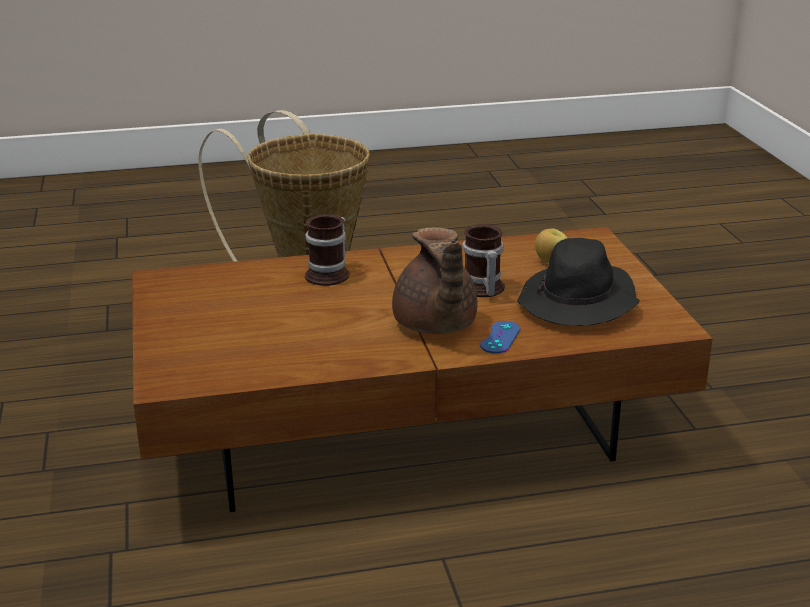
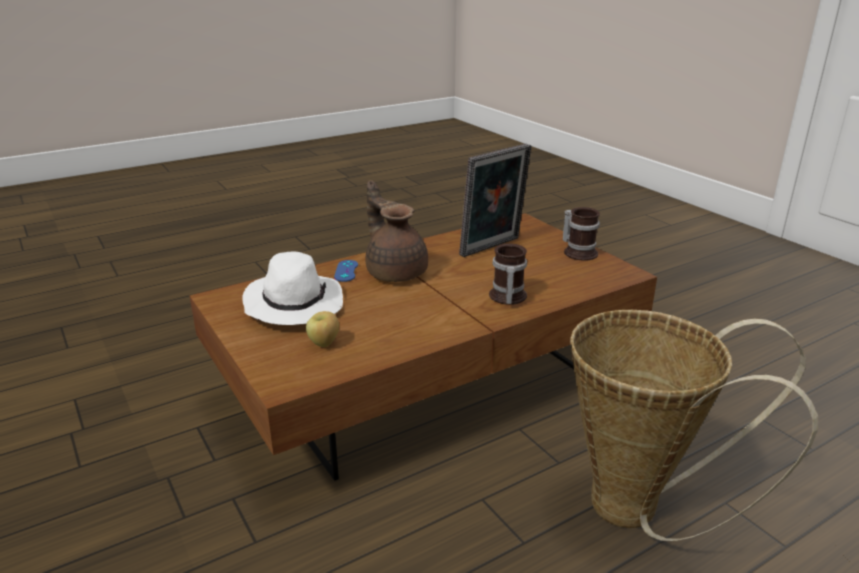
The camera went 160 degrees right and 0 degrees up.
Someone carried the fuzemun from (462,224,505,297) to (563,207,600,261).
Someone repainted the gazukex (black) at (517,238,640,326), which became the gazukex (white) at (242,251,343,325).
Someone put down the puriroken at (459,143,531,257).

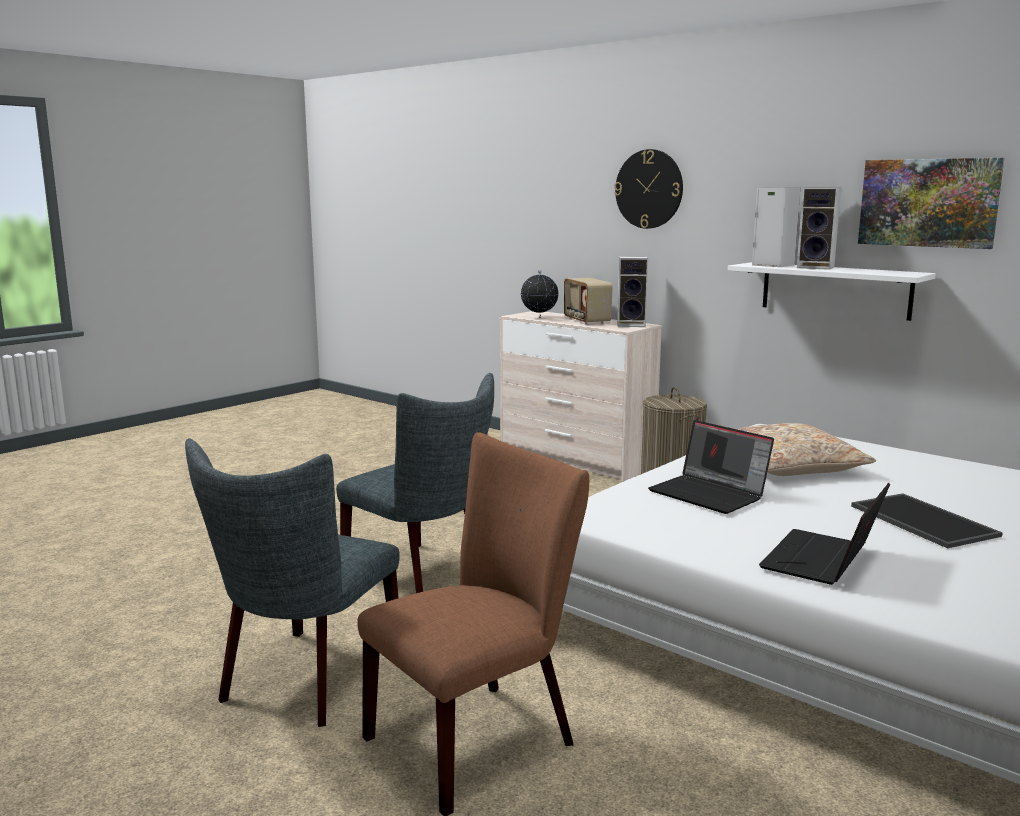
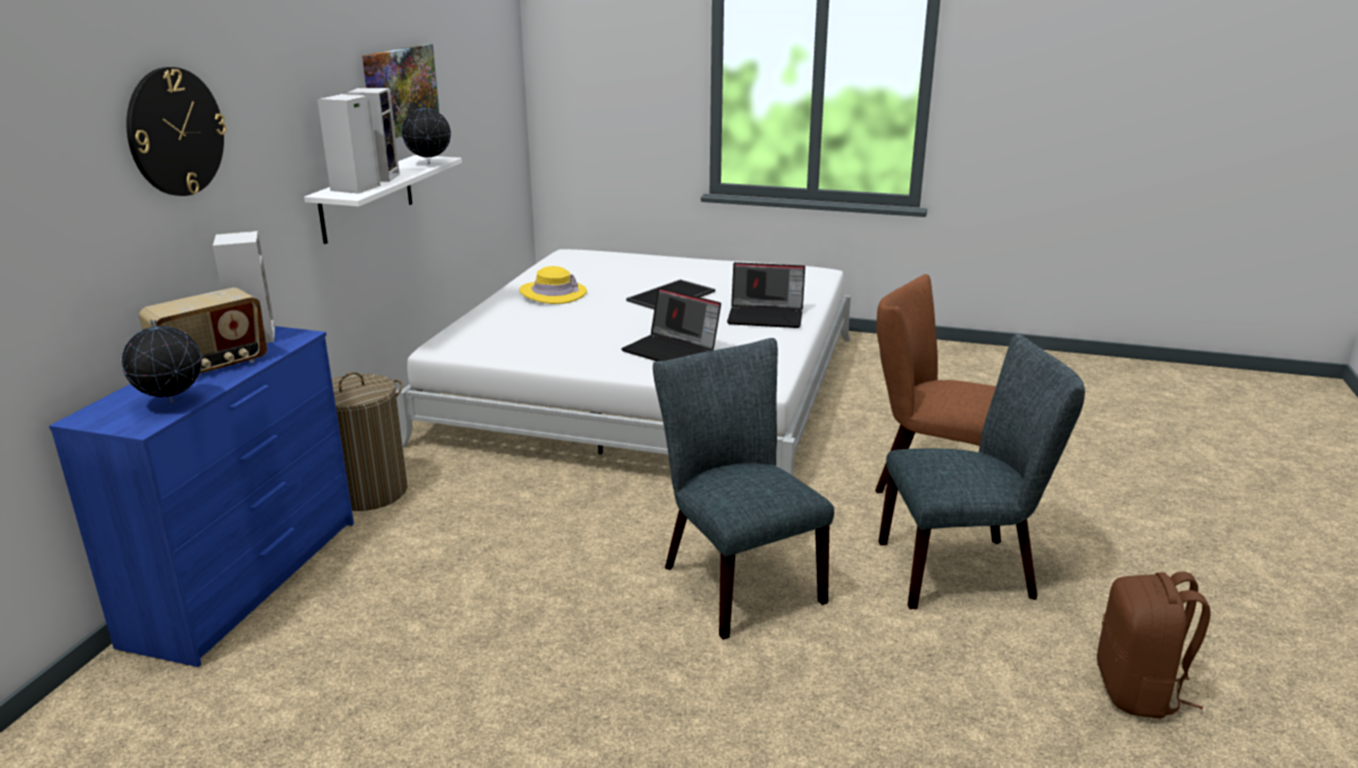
The camera went 115 degrees left and 10 degrees up.
Someone rotated the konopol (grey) at (336,373,494,593) by 45 degrees counterclockwise.
Someone repainted the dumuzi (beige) at (499,311,662,482), which became the dumuzi (blue) at (49,326,354,667).
Someone rotated the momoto at (648,420,774,514) by 105 degrees clockwise.
Someone took away the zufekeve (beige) at (737,423,876,476).
Someone put down the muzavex at (402,102,451,164).
Someone put down the gazukex (yellow) at (520,266,587,304).
Someone put down the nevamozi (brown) at (1097,571,1210,719).

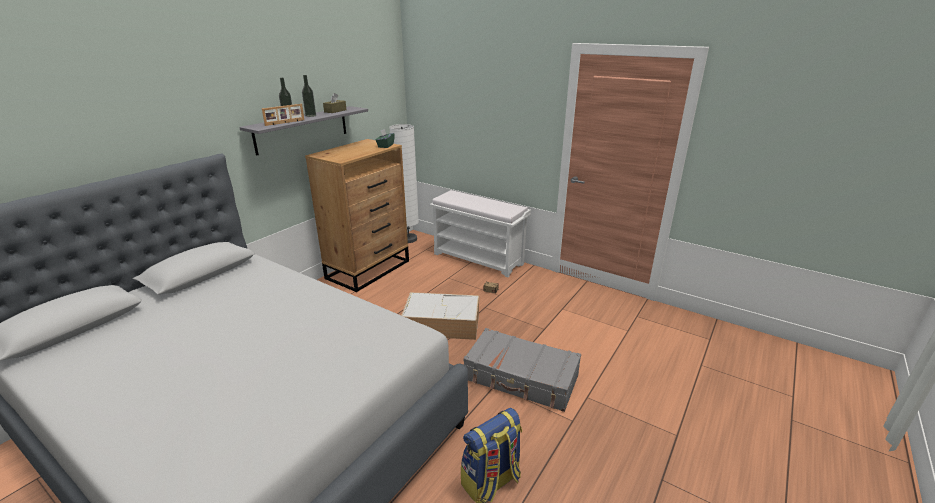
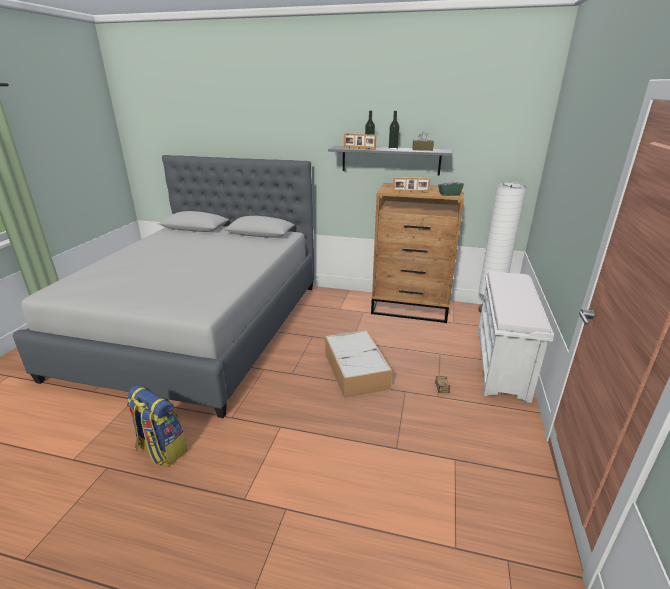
The camera went 70 degrees right and 0 degrees up.
Someone took away the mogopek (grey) at (463,328,581,412).
Someone put down the puriroken at (393,177,430,193).

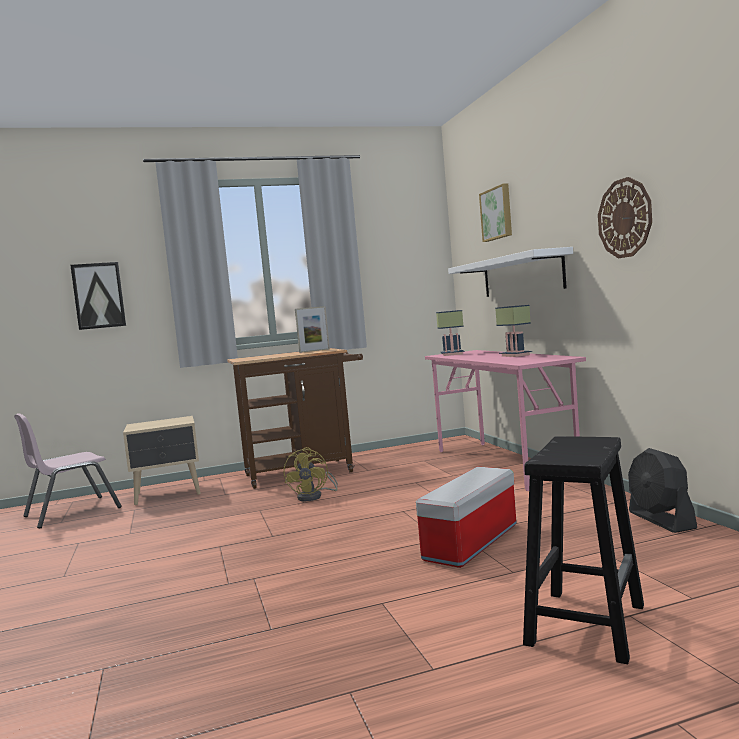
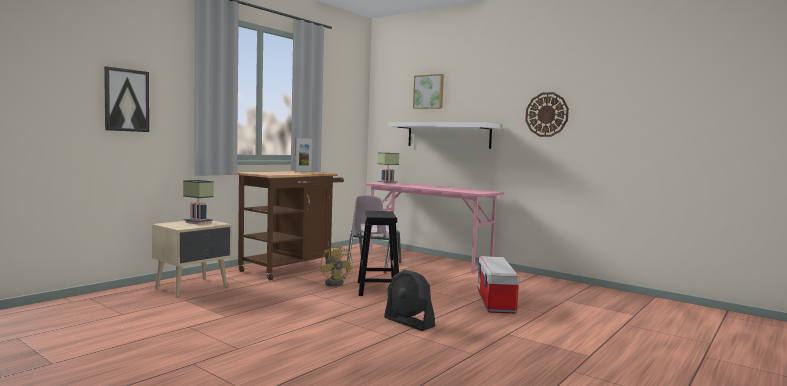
The camera went 35 degrees left and 0 degrees up.
Someone carried the konopol (pink) from (14,413,122,528) to (347,195,401,273).
Someone carried the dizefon from (495,305,532,357) to (183,180,214,225).
Someone carried the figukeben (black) from (523,436,644,664) to (358,211,399,296).
Someone carried the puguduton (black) from (628,448,697,533) to (384,269,435,331).

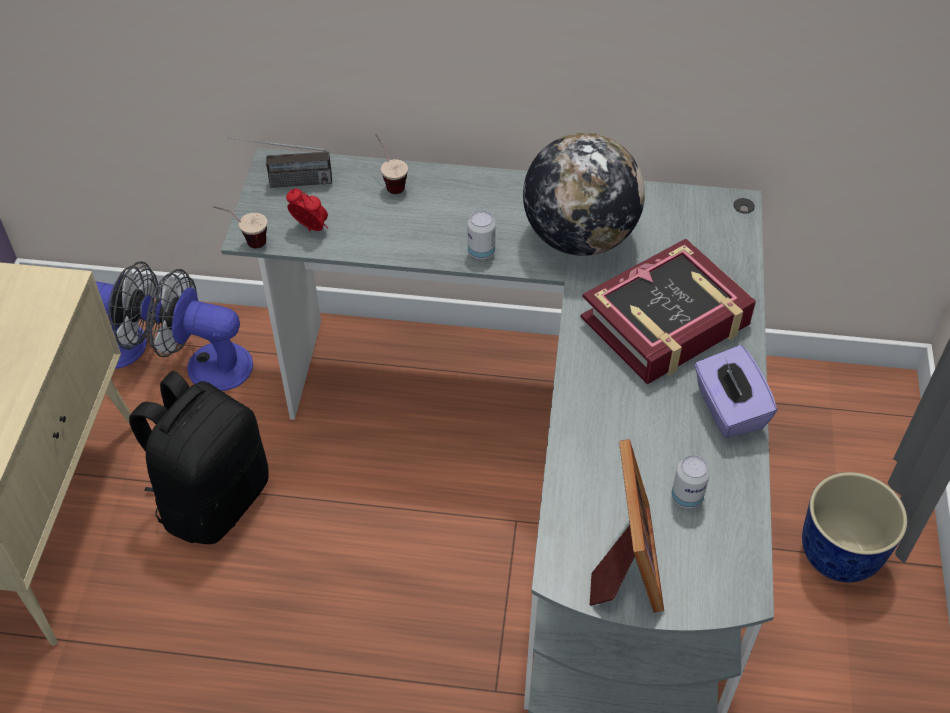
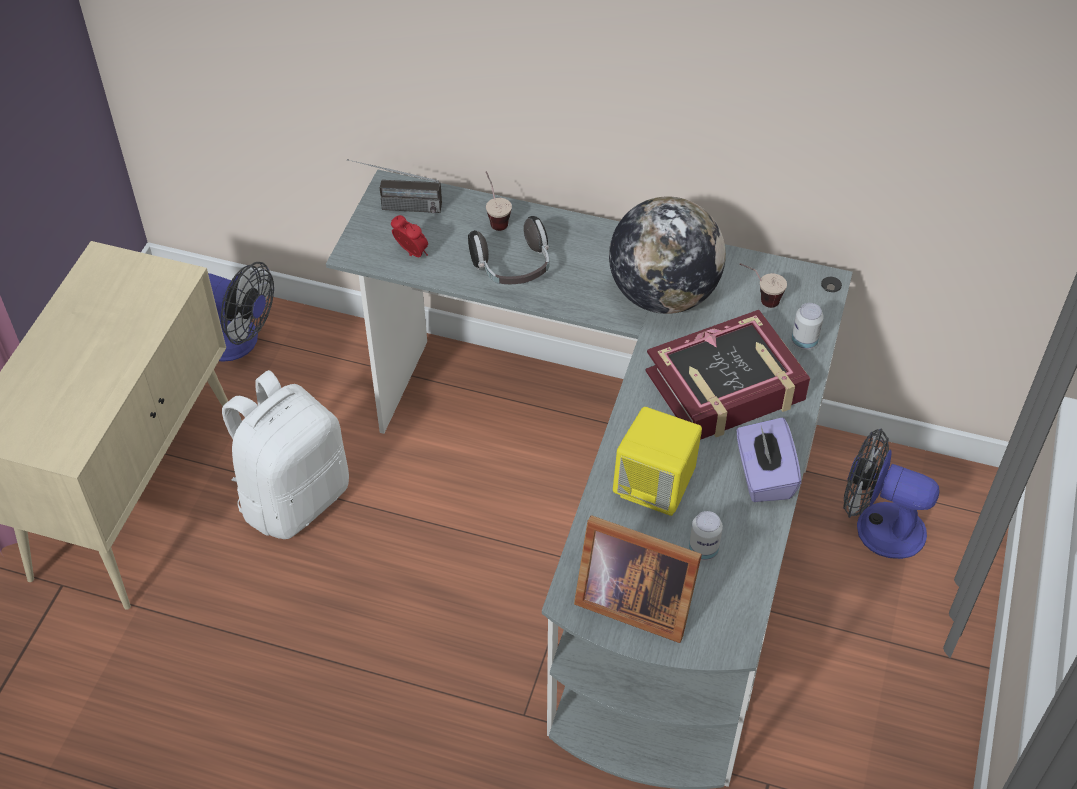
The camera went 10 degrees right and 0 degrees up.
Someone repainted the nevamozi (black) at (129,371,268,544), which became the nevamozi (white) at (222,370,349,539).
Someone carried the puguduton from (147,269,253,391) to (843,428,940,559).
Someone carried the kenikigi from (213,206,267,248) to (739,263,787,308).
Someone carried the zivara from (468,210,496,259) to (791,303,824,350).
Someone rotated the puriroken at (590,439,664,612) by 105 degrees clockwise.
Someone took away the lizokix at (802,472,907,582).
Someone put down the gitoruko at (468,216,549,284).
Someone put down the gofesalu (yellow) at (613,407,702,516).

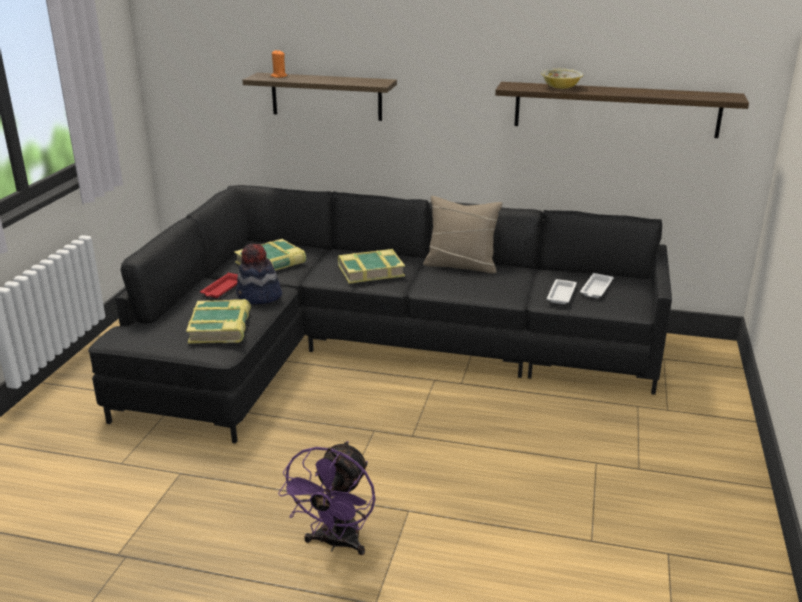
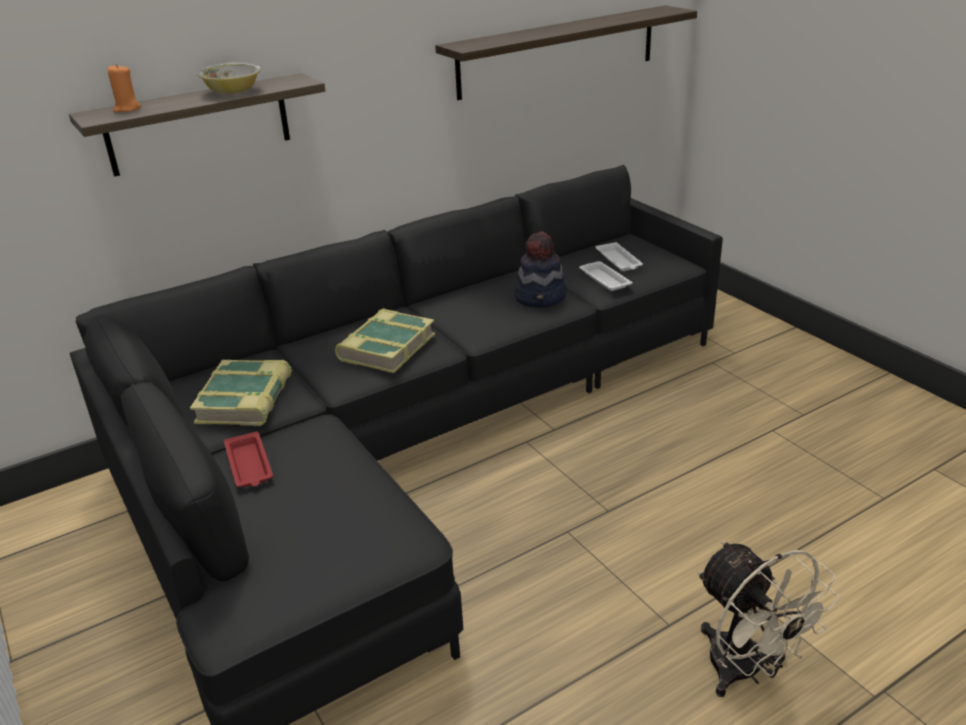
The camera went 45 degrees left and 5 degrees up.
Someone took away the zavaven at (186,299,251,344).
Someone carried the gazukex from (236,244,282,304) to (515,231,567,307).
Someone repainted the puguduton (purple) at (278,441,376,555), which became the puguduton (beige) at (698,541,840,697).
Someone took away the zufekeve (beige) at (423,196,502,273).
Someone carried the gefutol from (541,69,583,89) to (197,62,261,94).

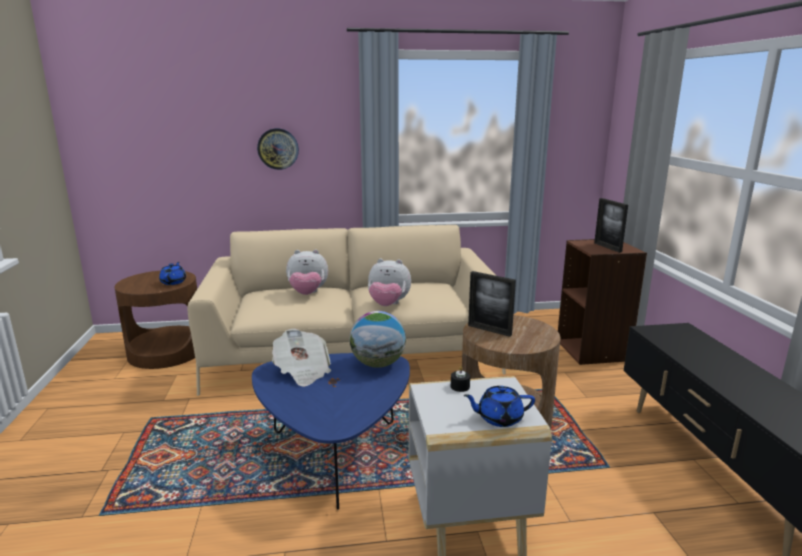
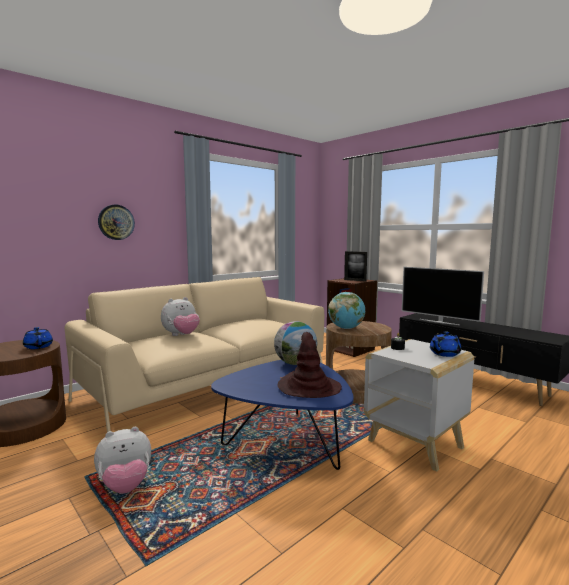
The camera went 35 degrees left and 10 degrees down.
Someone took away the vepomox at (272,329,331,387).
Someone carried the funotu from (368,259,411,306) to (94,427,151,494).
Someone swapped the puriroken at (468,271,516,337) for the muzavex at (328,292,365,329).
Someone put down the gazukex (brown) at (277,332,342,398).
Someone put down the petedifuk at (402,267,484,325).

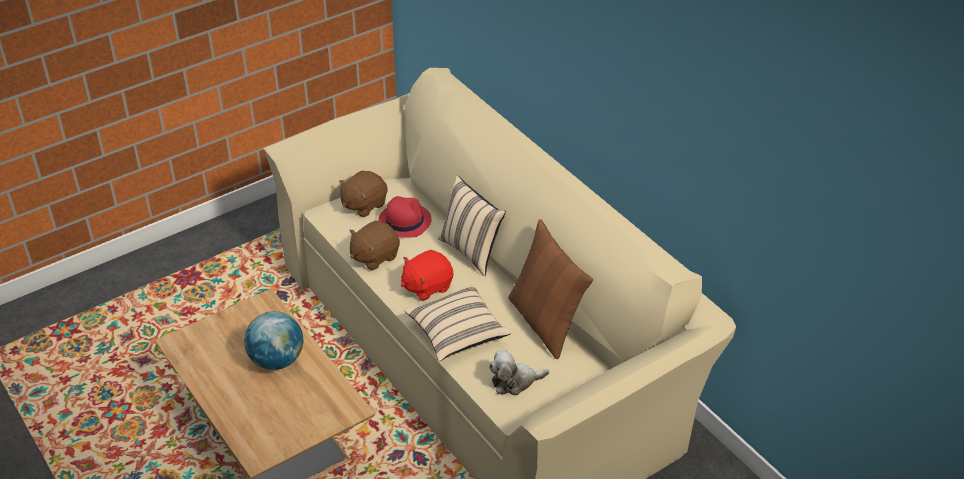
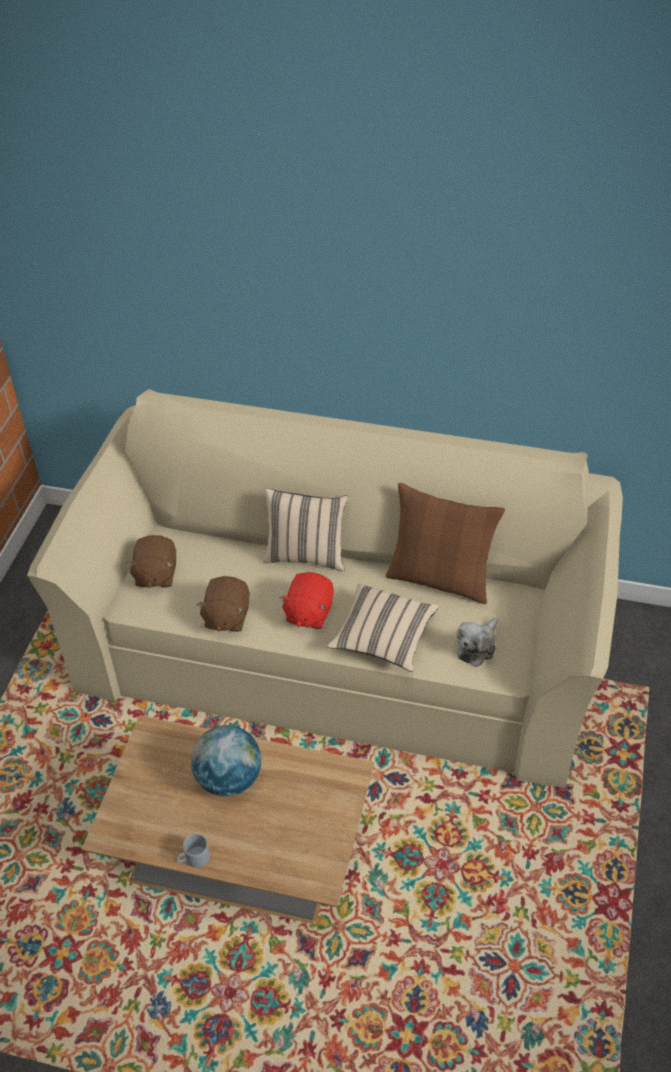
The camera went 40 degrees left and 5 degrees up.
Someone took away the gazukex (red) at (378,196,432,238).
Someone put down the fuzemun (grey) at (176,834,210,868).

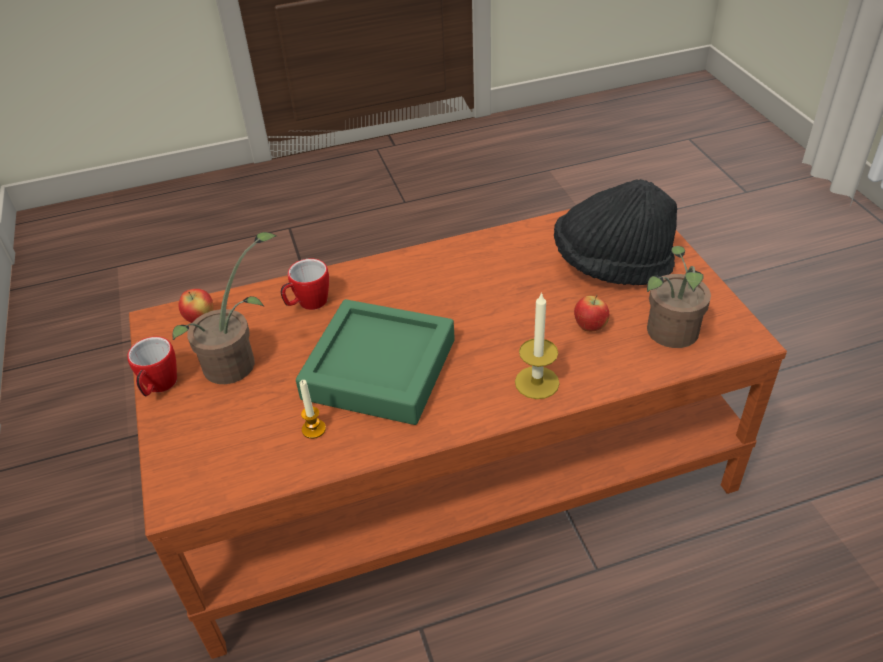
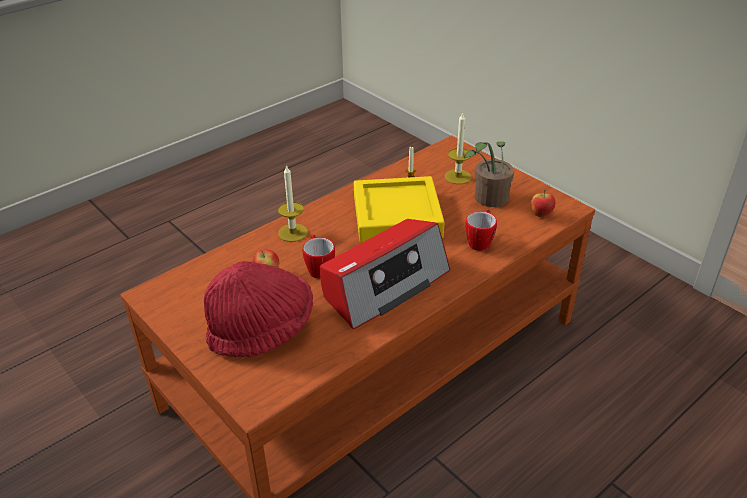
The camera went 155 degrees right and 5 degrees down.
Someone carried the fuzemun from (127,336,177,396) to (302,235,335,279).
Someone repainted the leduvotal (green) at (296,299,455,425), which became the leduvotal (yellow) at (354,176,445,243).
Someone repainted the gazukex (black) at (554,179,677,285), which became the gazukex (red) at (204,261,313,357).
Someone took away the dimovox at (647,246,711,348).
Someone put down the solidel at (320,219,450,330).
Someone put down the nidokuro at (445,112,472,184).

